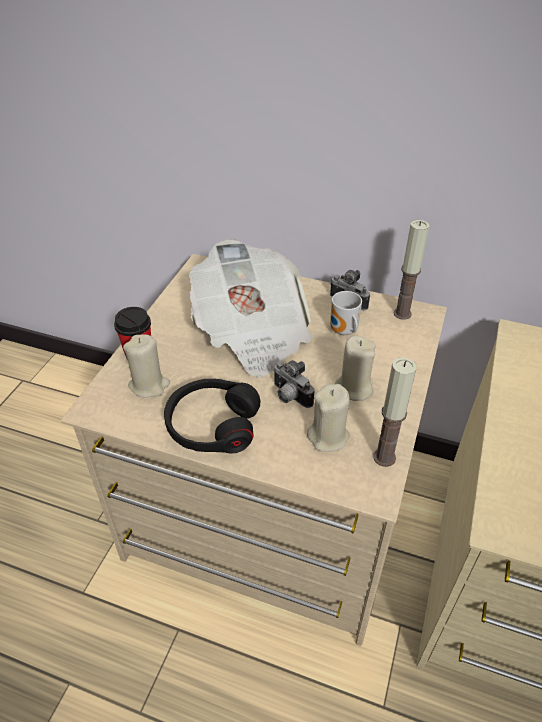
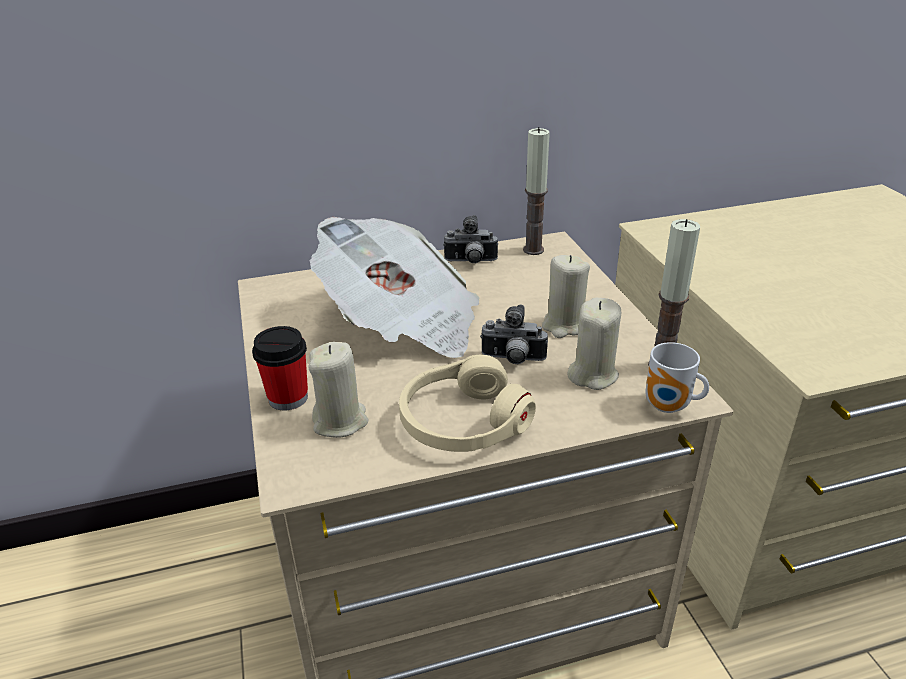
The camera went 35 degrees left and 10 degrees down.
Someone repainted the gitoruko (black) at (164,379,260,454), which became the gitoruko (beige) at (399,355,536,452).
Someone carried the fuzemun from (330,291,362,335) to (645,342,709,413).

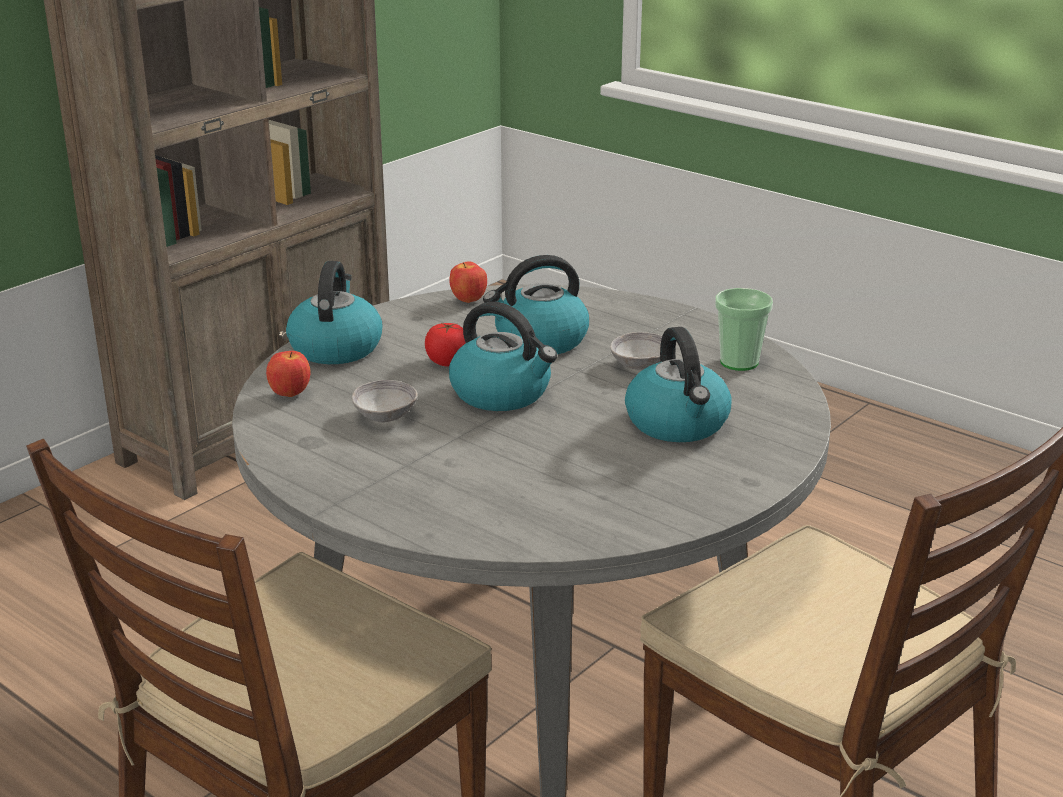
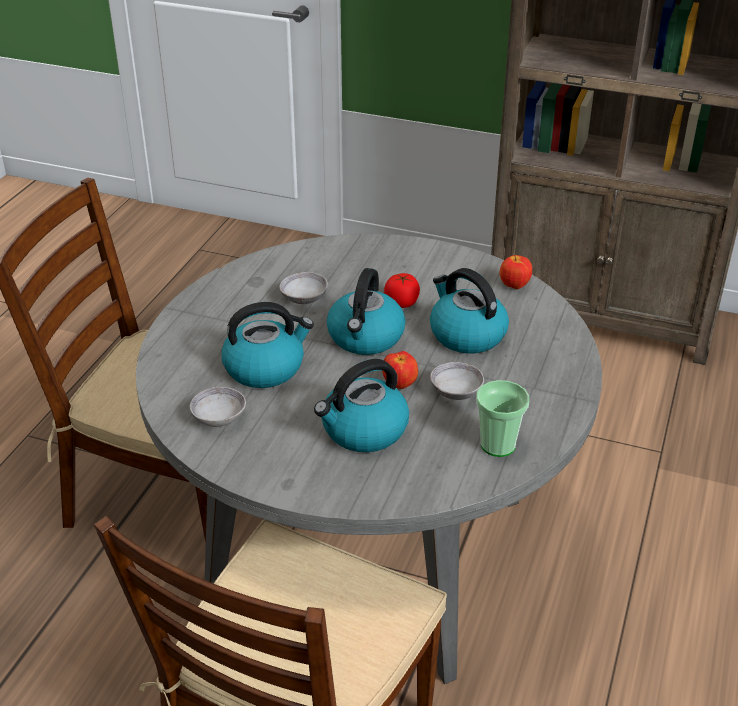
The camera went 70 degrees right and 10 degrees up.
Someone carried the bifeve from (266,351,311,397) to (382,351,418,389).
Someone carried the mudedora from (286,261,382,364) to (221,302,314,388).
Someone put down the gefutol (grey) at (190,387,246,427).

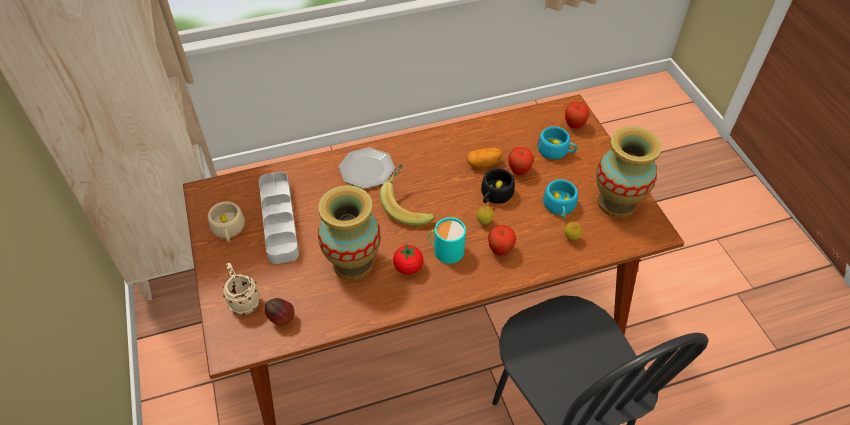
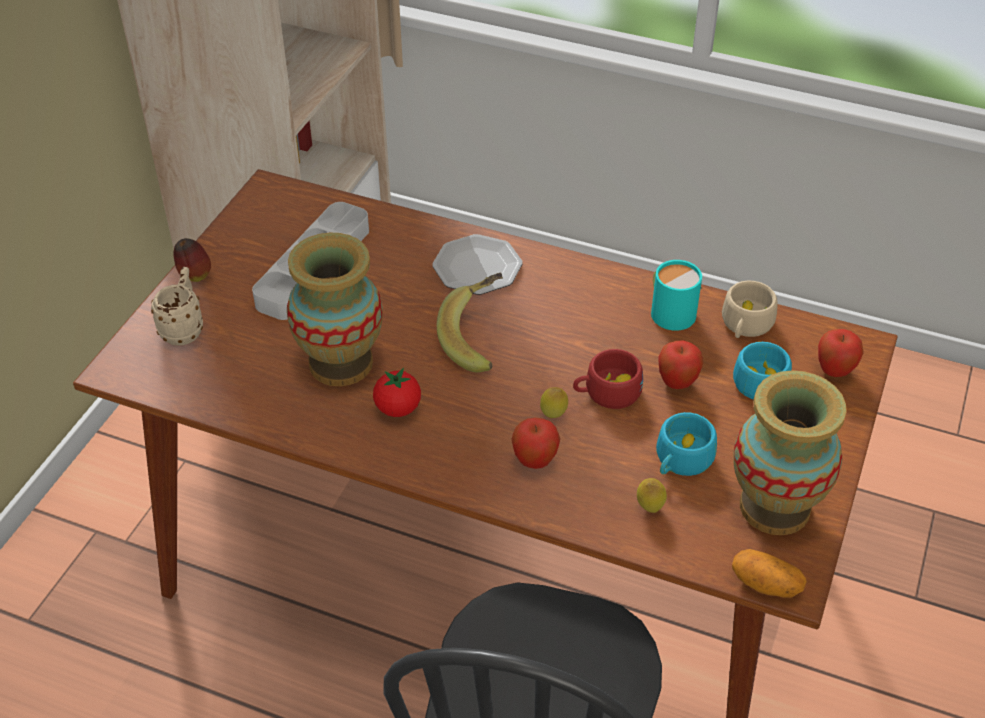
The camera went 40 degrees right and 5 degrees down.
Someone carried the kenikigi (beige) from (207,201,245,242) to (722,281,778,338).
Someone carried the bifeve from (265,298,294,326) to (173,238,211,282).
Someone carried the fuzemun (turquoise) from (428,217,466,264) to (651,260,702,331).
Someone carried the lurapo from (467,148,503,167) to (732,549,807,598).
Someone repainted the kenikigi (black) at (481,168,515,204), which became the kenikigi (red) at (573,349,643,409).

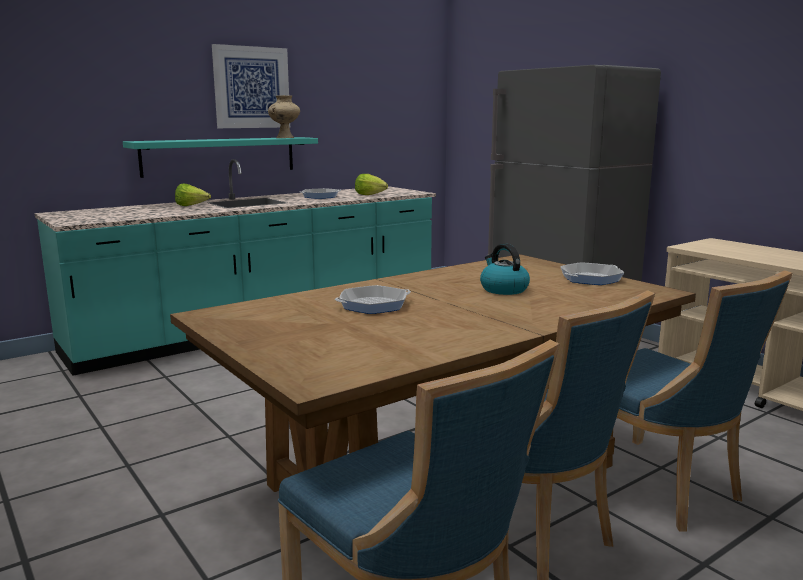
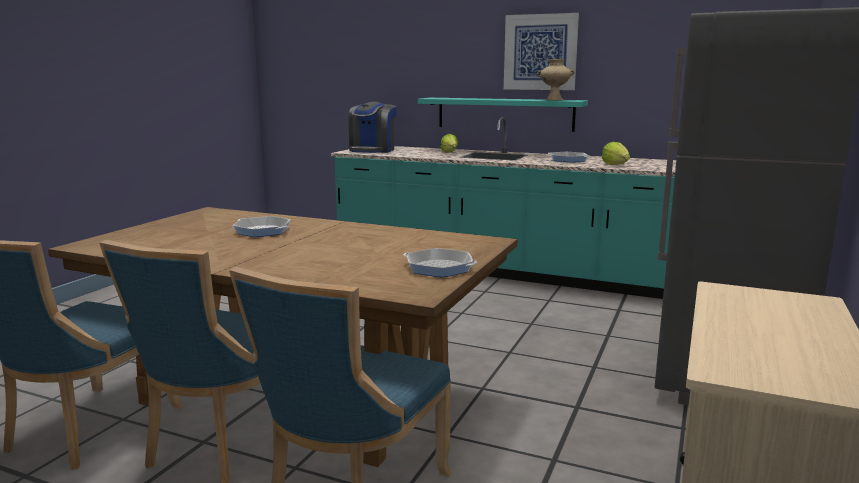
The camera went 60 degrees right and 0 degrees up.
Someone took away the mudedora at (480,243,530,295).
Someone put down the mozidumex at (348,102,397,153).

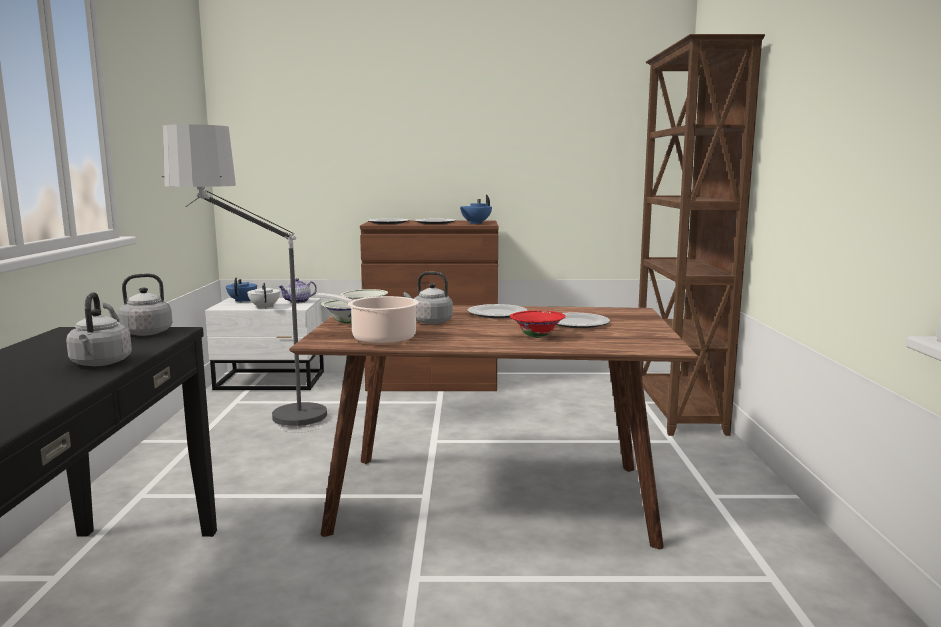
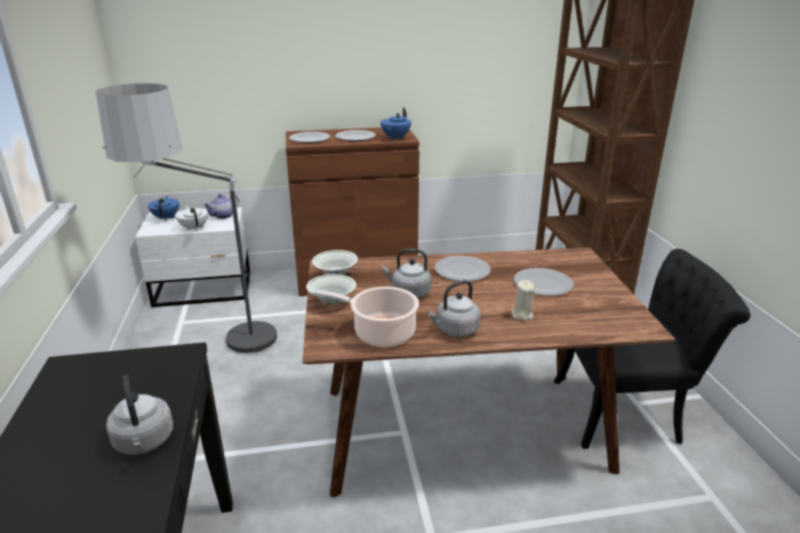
The camera went 10 degrees left and 15 degrees up.
Someone carried the mudedora (grey) from (102,274,173,336) to (427,280,481,337).
Someone swapped the gefutol (red) at (510,310,566,338) for the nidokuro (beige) at (511,280,535,321).
Someone put down the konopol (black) at (554,249,751,449).

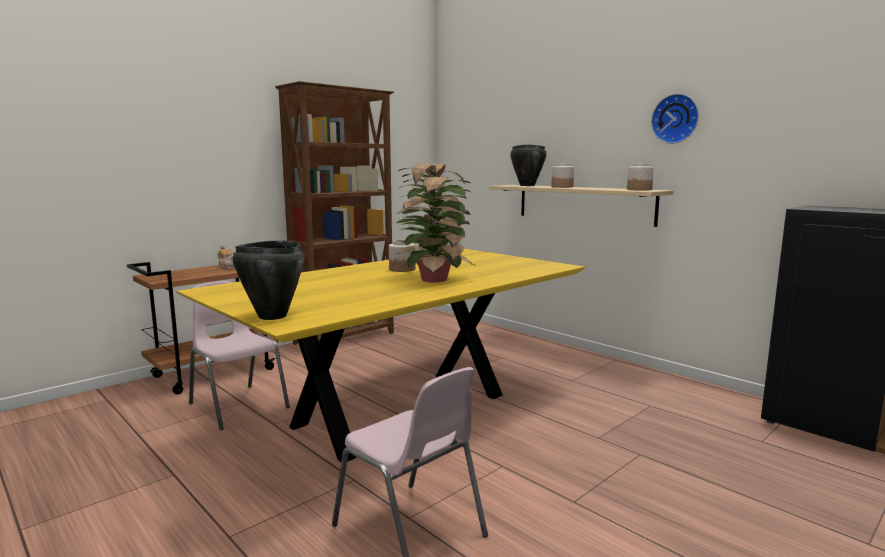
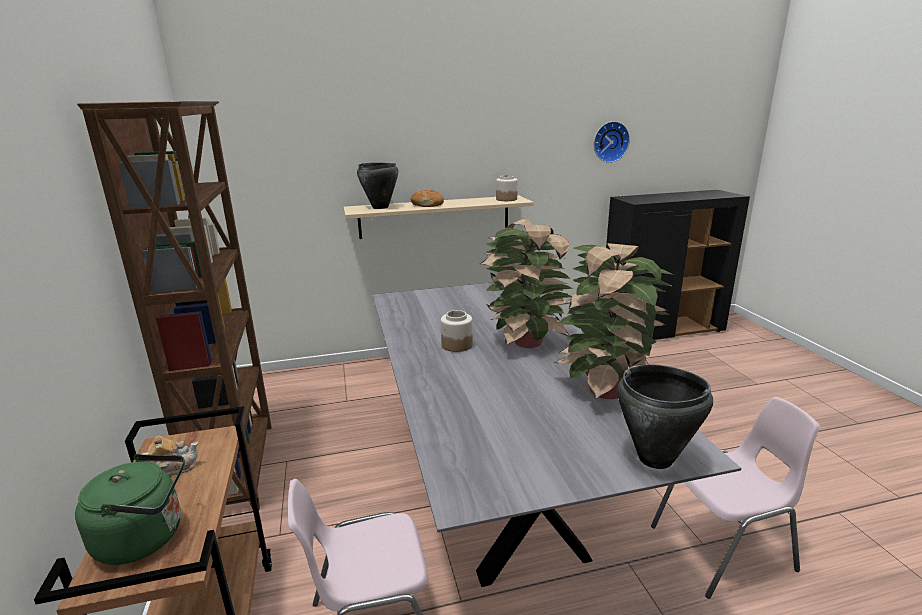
The camera went 60 degrees left and 10 degrees up.
Someone repainted the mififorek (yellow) at (177,249,585,462), which became the mififorek (grey) at (373,280,741,587).
Someone swapped the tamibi at (551,163,574,188) for the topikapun at (411,190,444,207).
Someone carried the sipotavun from (651,94,699,144) to (594,121,630,163).
Someone put down the mudedora (green) at (75,454,185,565).
Someone put down the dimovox at (554,243,674,400).

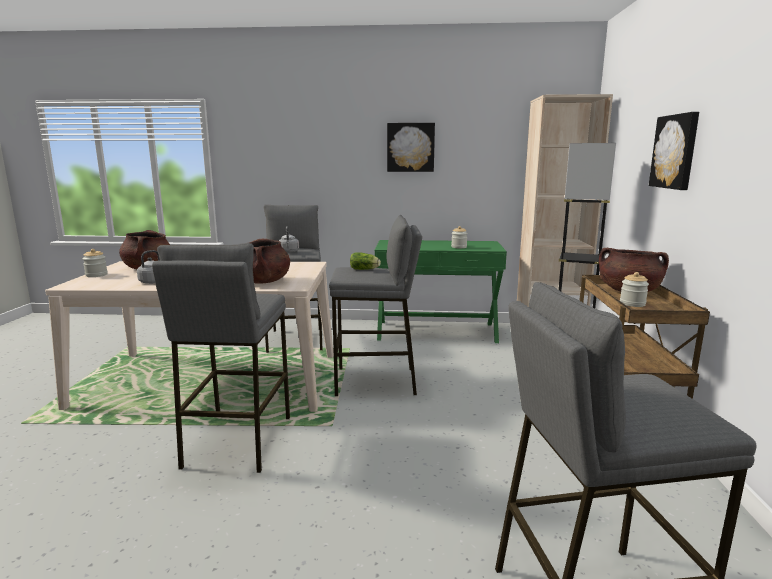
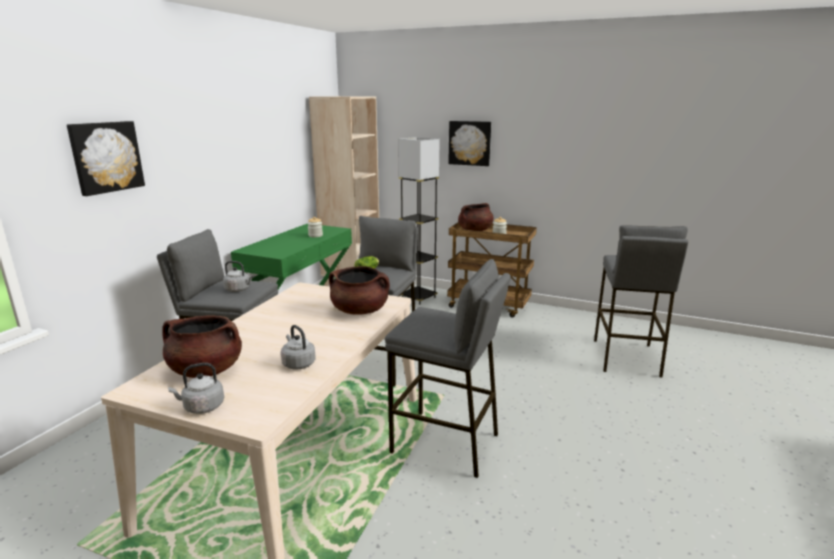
The camera went 70 degrees left and 5 degrees up.
Someone swapped the tamibi at (83,249,108,277) for the mudedora (grey) at (168,363,224,414).
Someone carried the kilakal from (387,123,435,172) to (67,121,145,196).

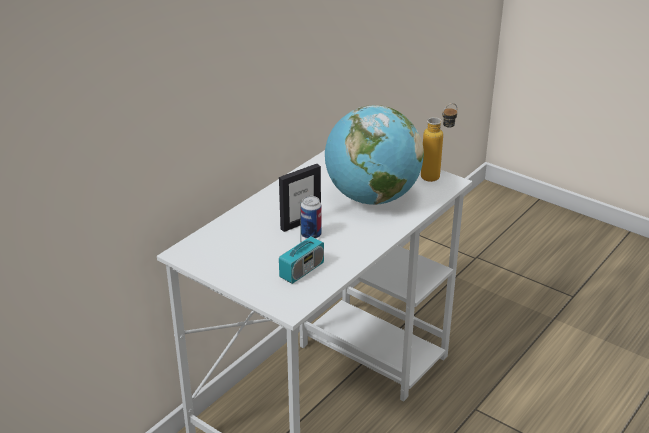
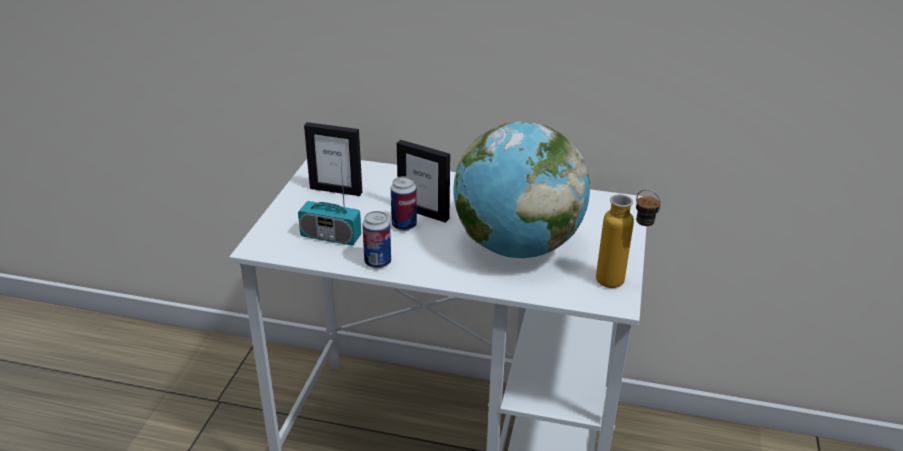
The camera went 65 degrees right and 0 degrees up.
Someone put down the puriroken at (304,122,362,196).
Someone put down the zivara at (362,211,391,268).

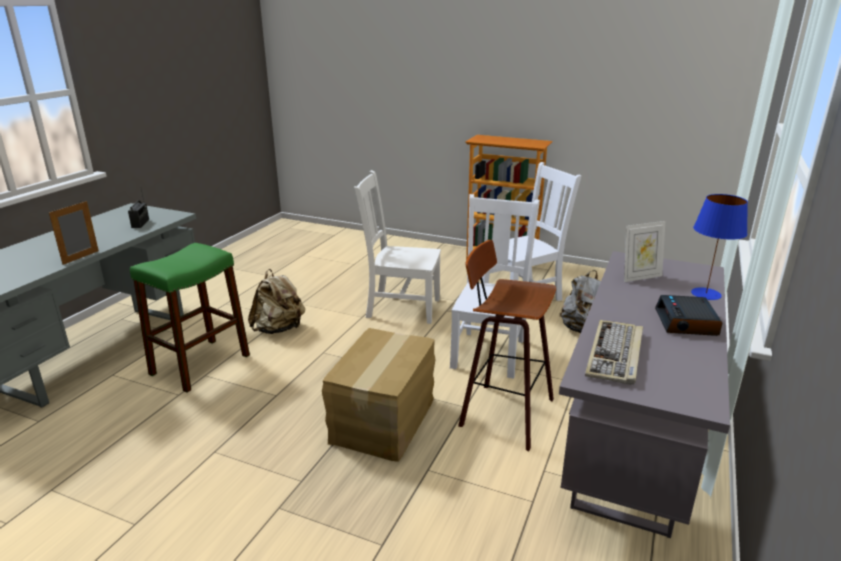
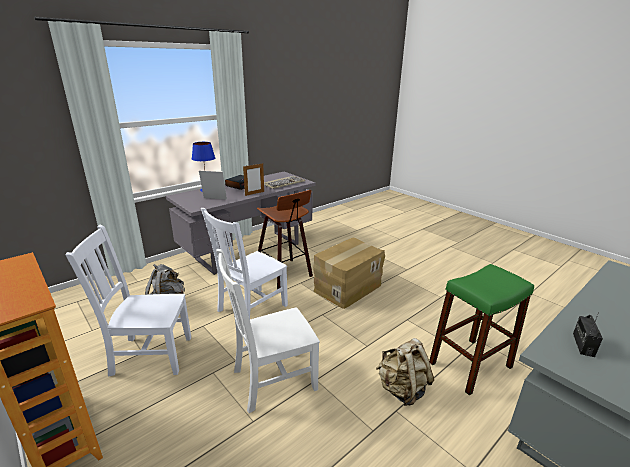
The camera went 155 degrees left and 0 degrees up.
Someone carried the puriroken from (49,201,99,265) to (243,163,264,196).
Someone rotated the konopol (white) at (354,170,441,324) by 120 degrees clockwise.

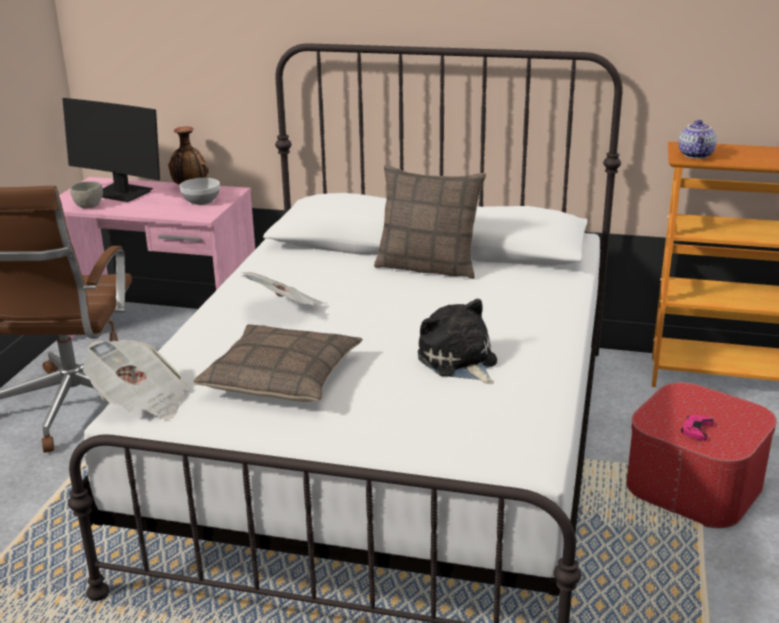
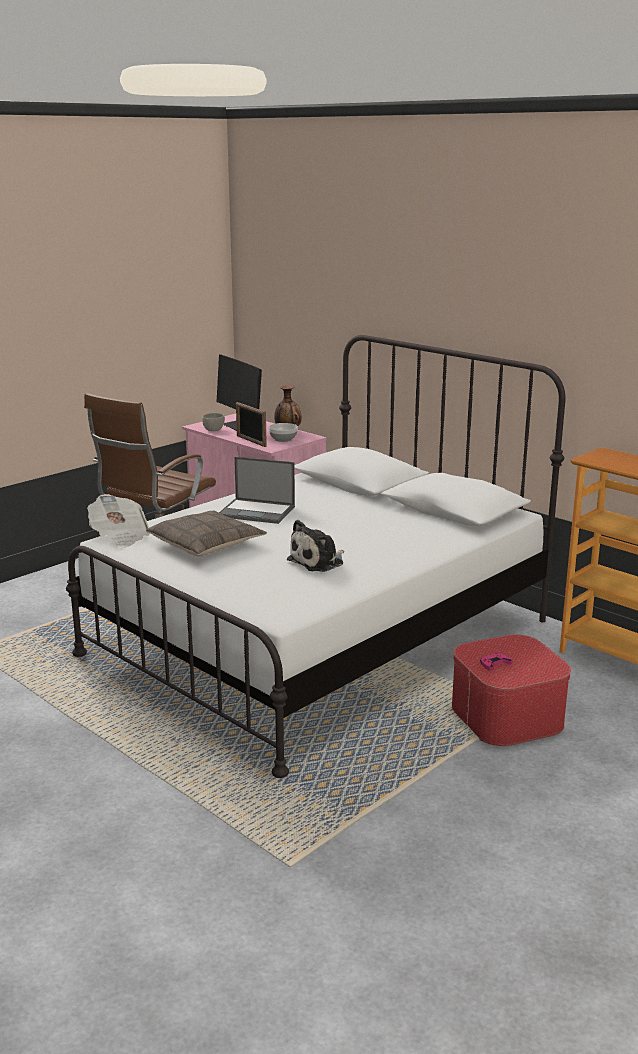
The camera went 30 degrees right and 5 degrees down.
Someone swapped the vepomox at (241,272,328,306) for the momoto at (219,457,295,524).
Someone took away the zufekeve at (374,165,486,279).
Someone rotated the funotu at (418,299,497,384) by 135 degrees counterclockwise.
Someone took away the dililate at (678,120,717,159).
Someone put down the puriroken at (236,402,267,447).

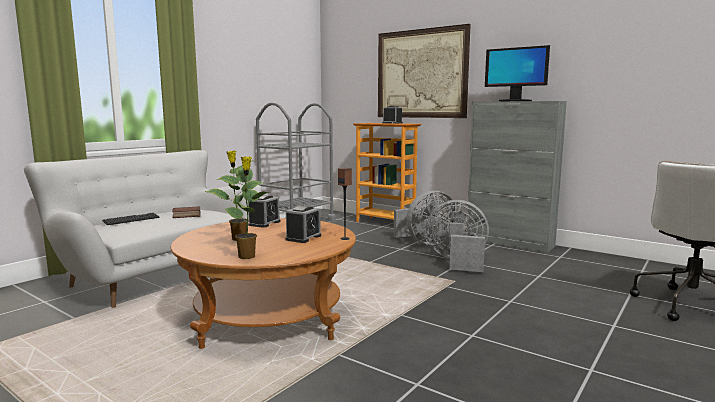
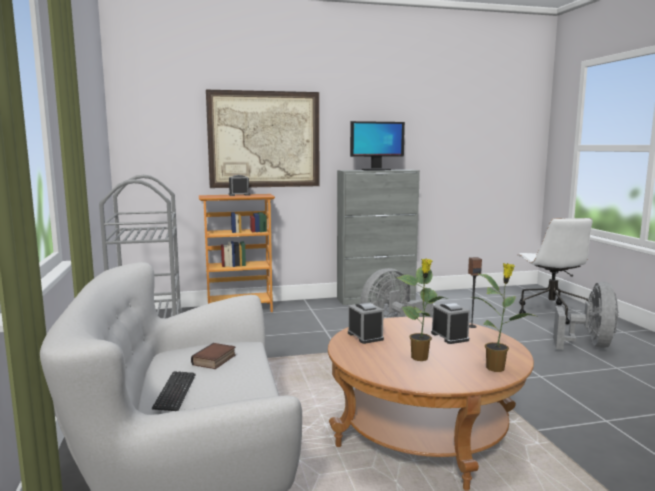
The camera went 50 degrees left and 0 degrees up.
Someone carried the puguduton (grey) from (394,190,457,245) to (553,282,619,350).

